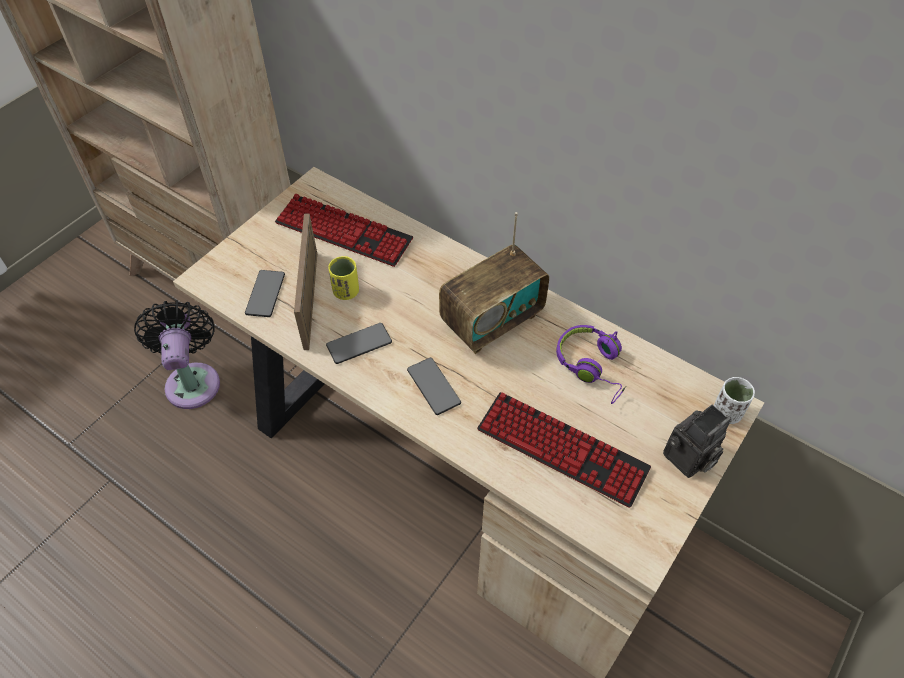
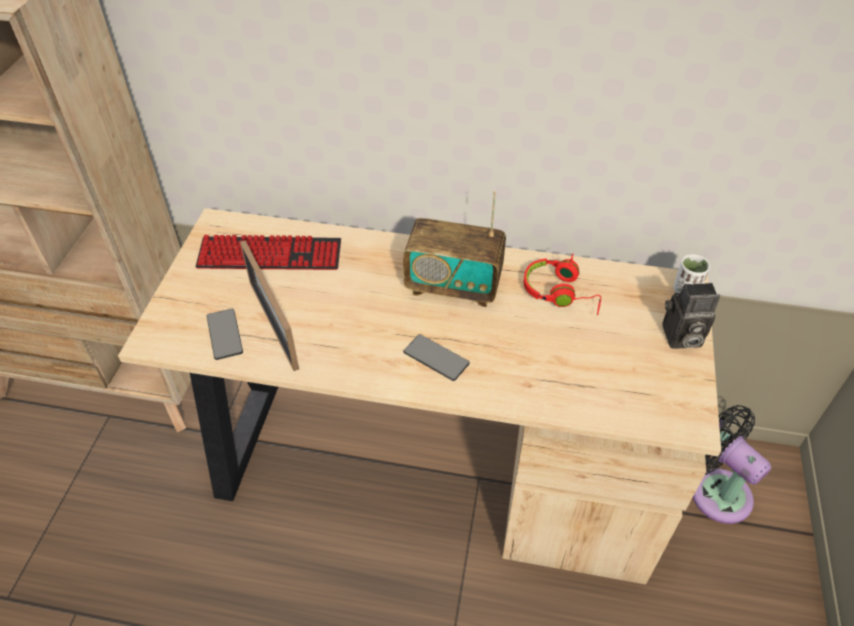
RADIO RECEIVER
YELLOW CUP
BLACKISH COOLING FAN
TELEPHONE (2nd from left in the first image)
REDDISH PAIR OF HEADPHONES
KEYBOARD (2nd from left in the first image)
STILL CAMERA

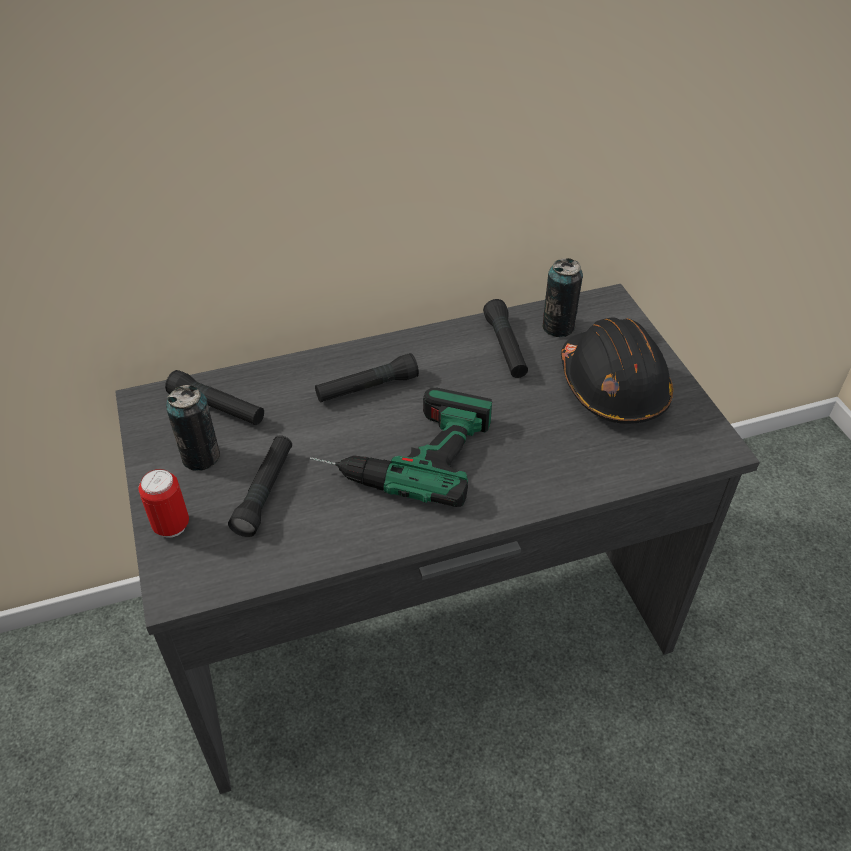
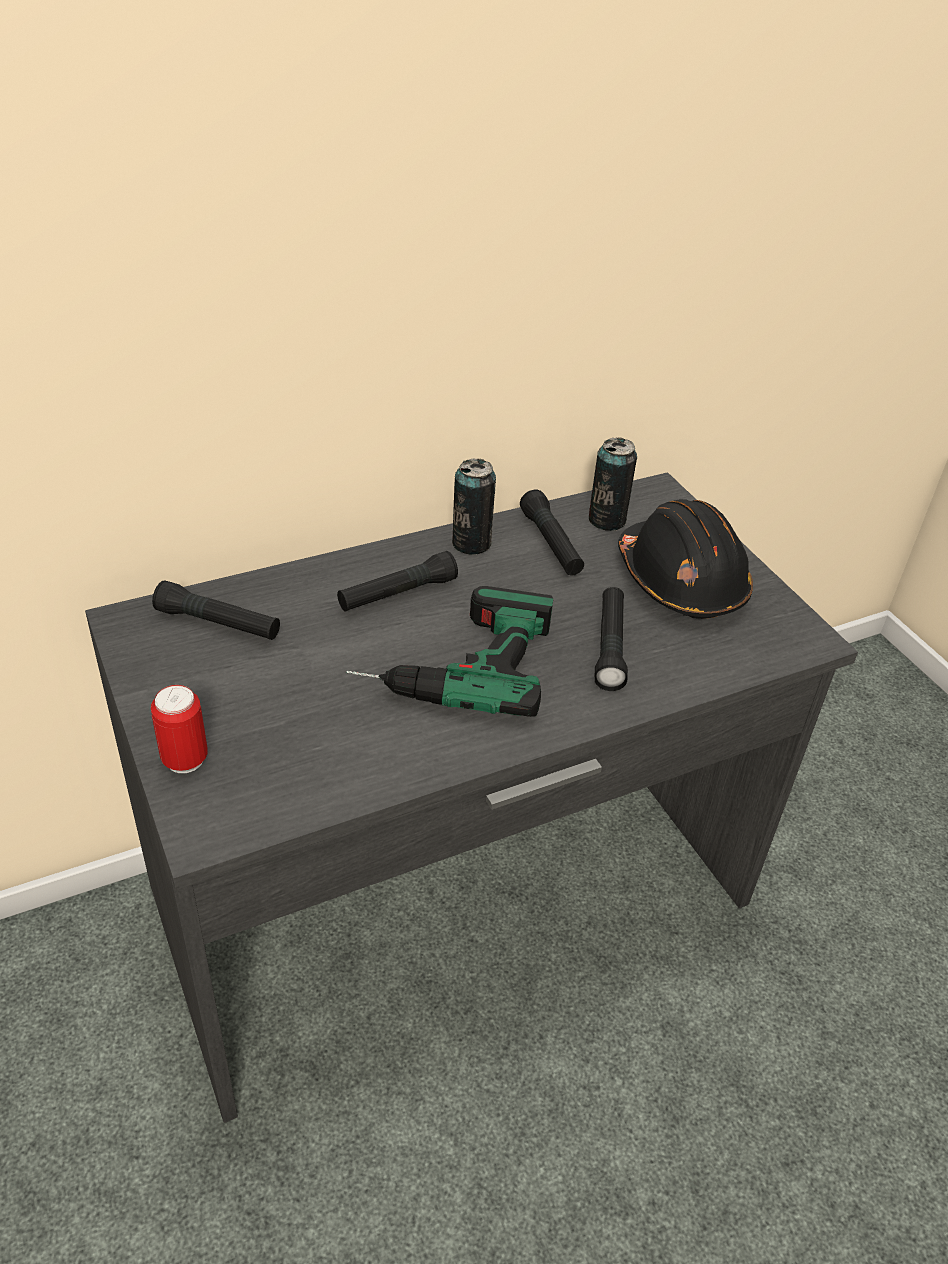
METAL CAN (2nd from left)
BLACKISH TORCH (4th from left)

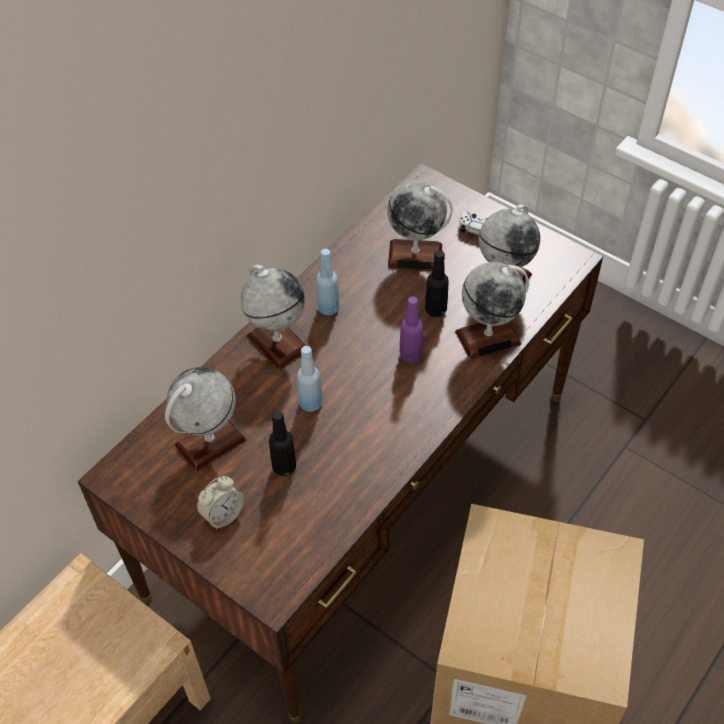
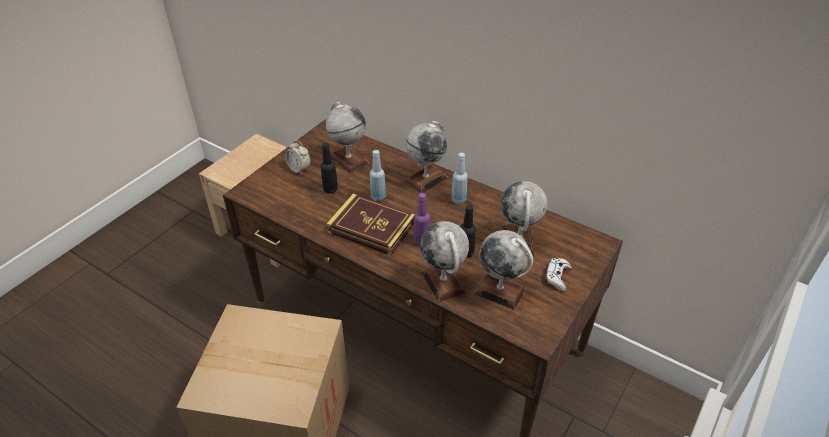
BOOK

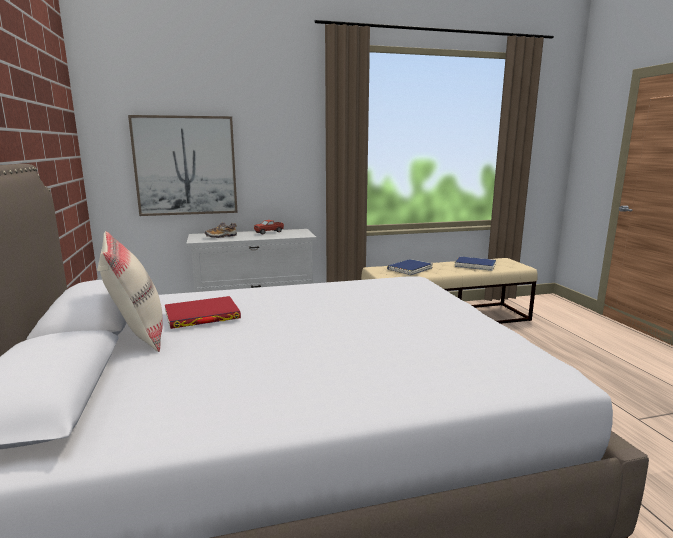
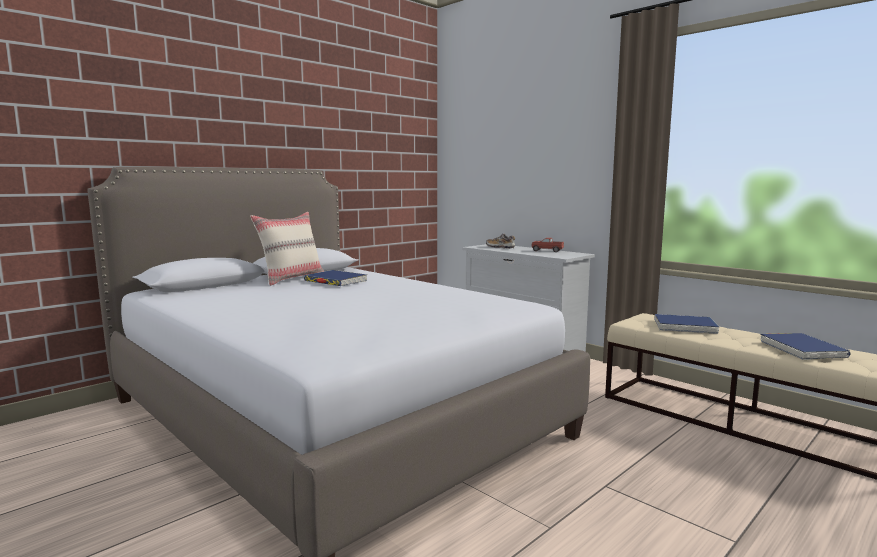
WALL ART
BLUE-COLOURED BOOK (1st from left)

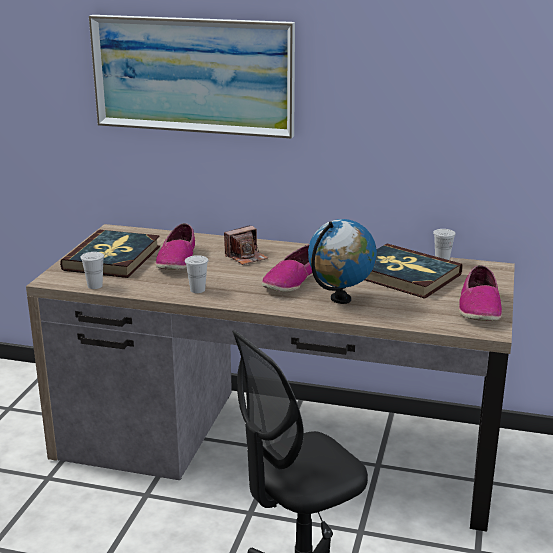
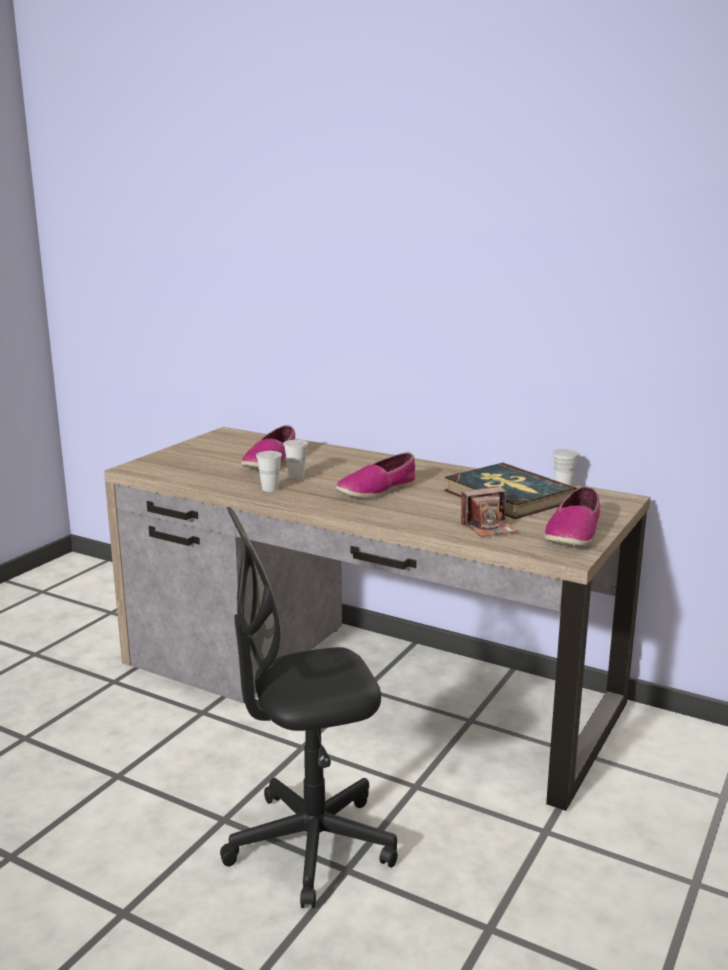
WALL ART
DESK GLOBE
STILL CAMERA
BOOK (1st from left in the first image)
WHITE-COLOURED CUP (2nd from left)

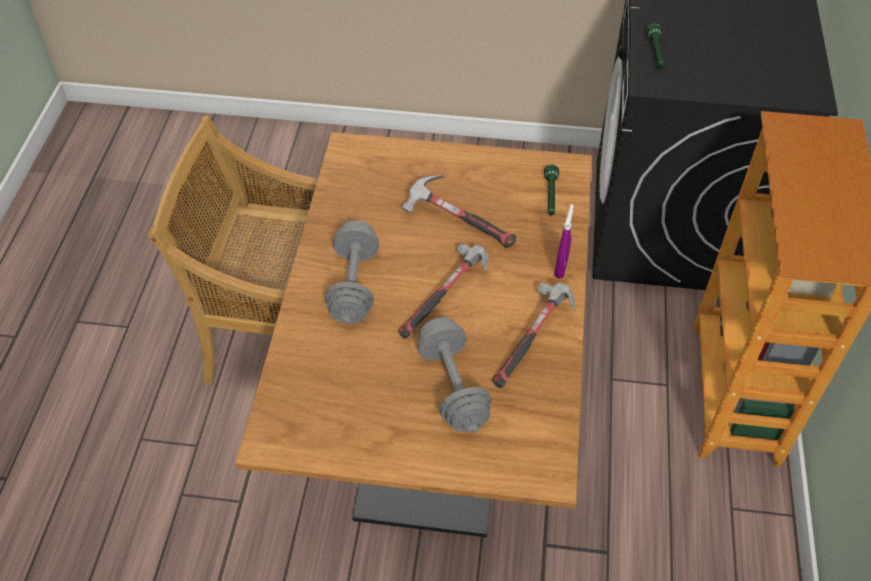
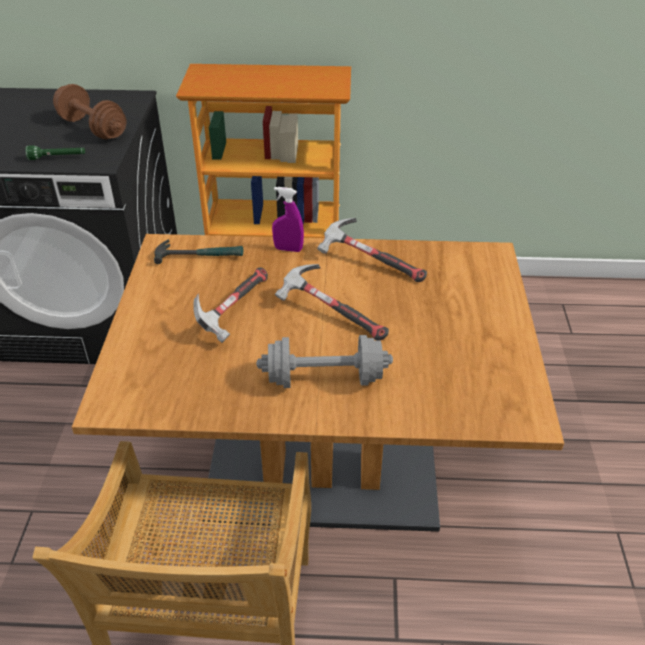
HAMMER (1st from left)
GREYISH HAND WEIGHT (2nd from left in the first image)
BROWN HAND WEIGHT

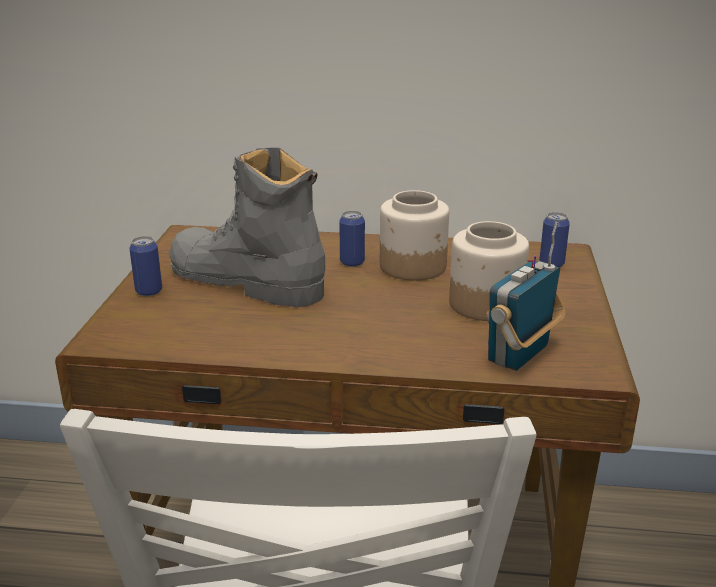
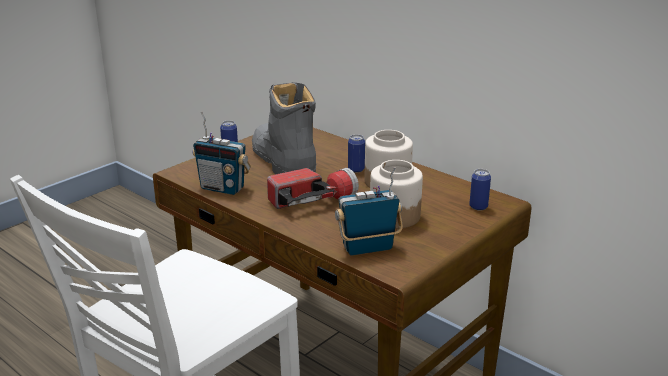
RADIO RECEIVER (1st from left)
TORCH

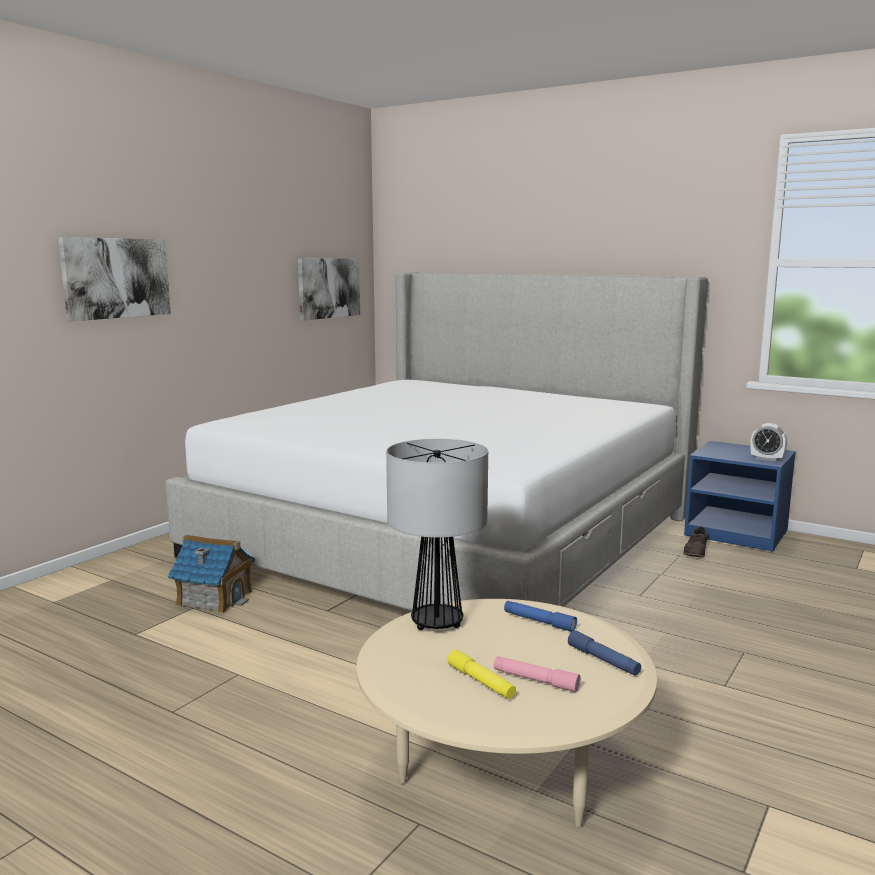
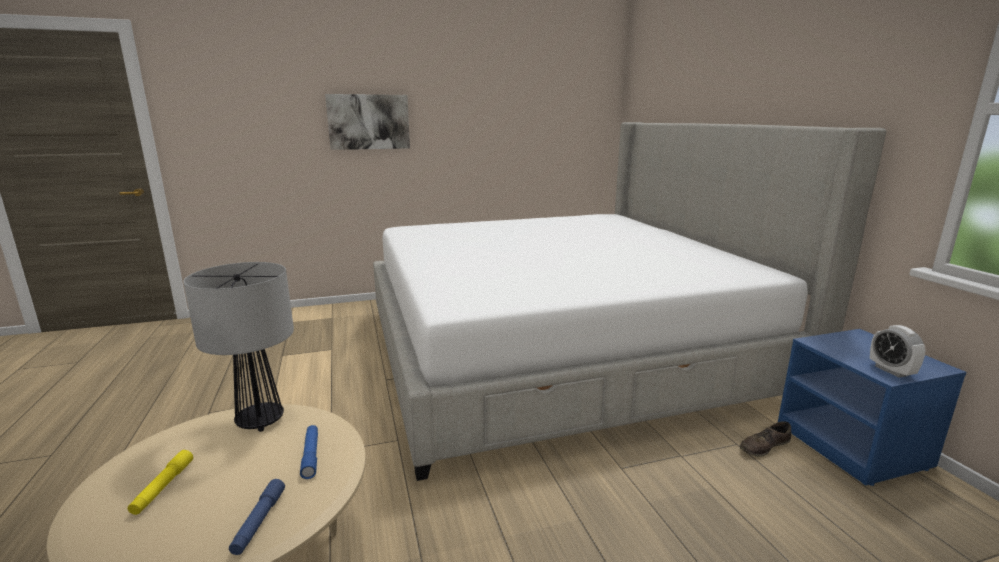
WALL ART (2nd from left in the first image)
MINIATURE HOUSE
PINK TORCH

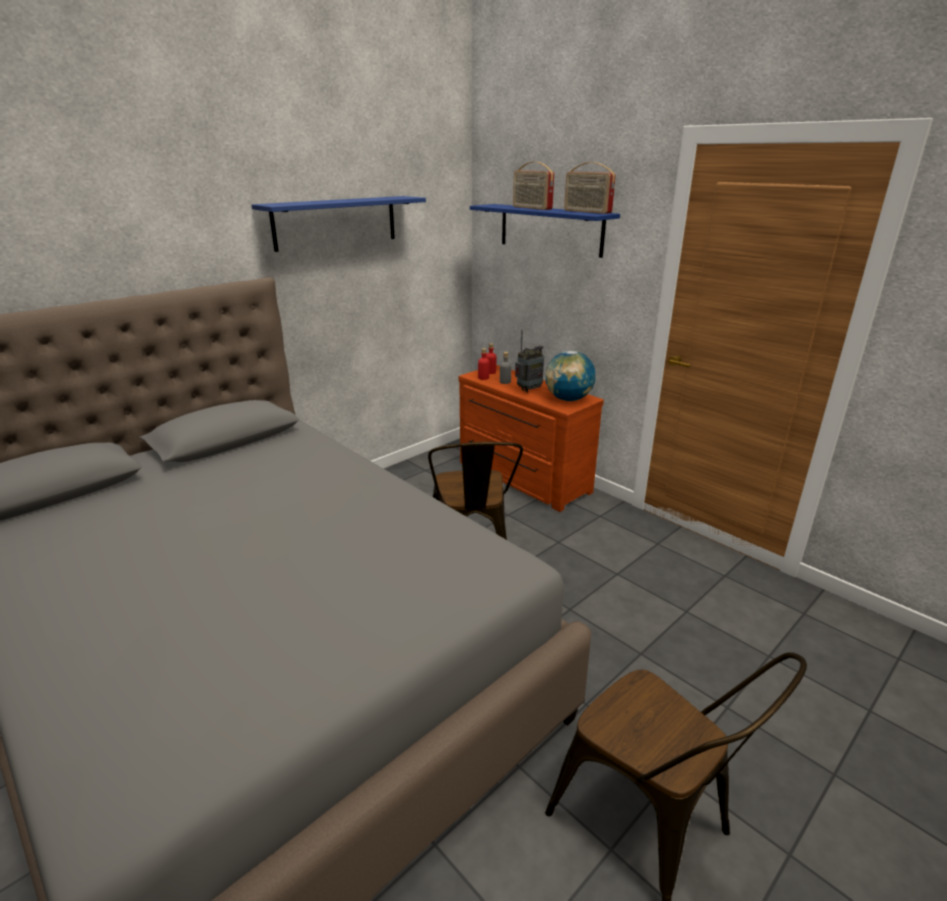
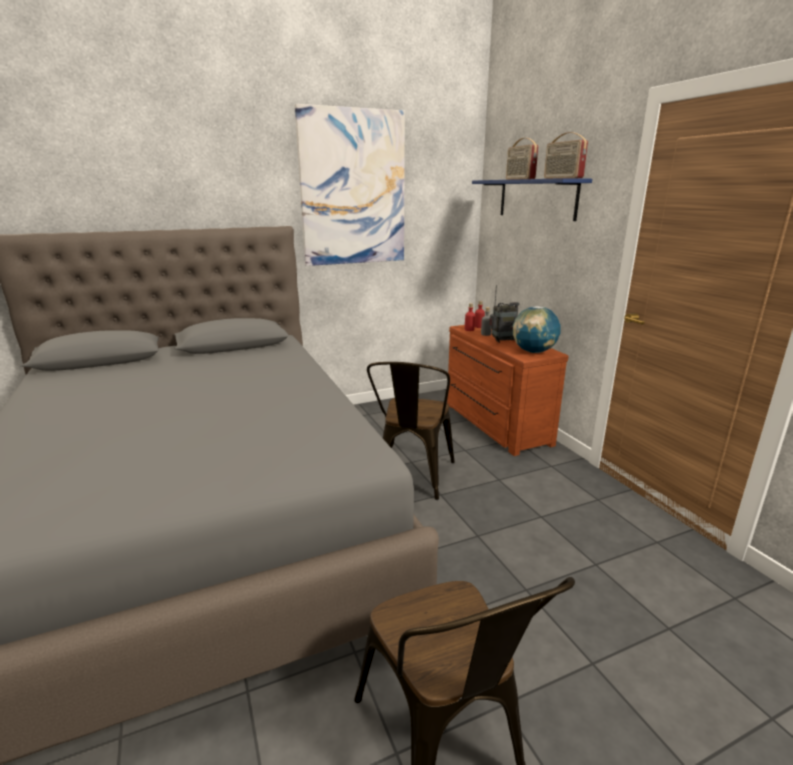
WALL ART

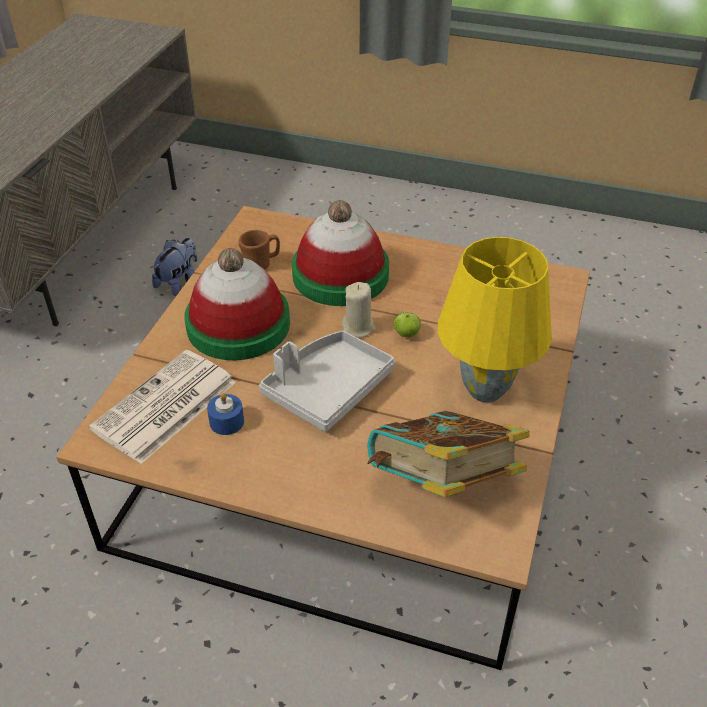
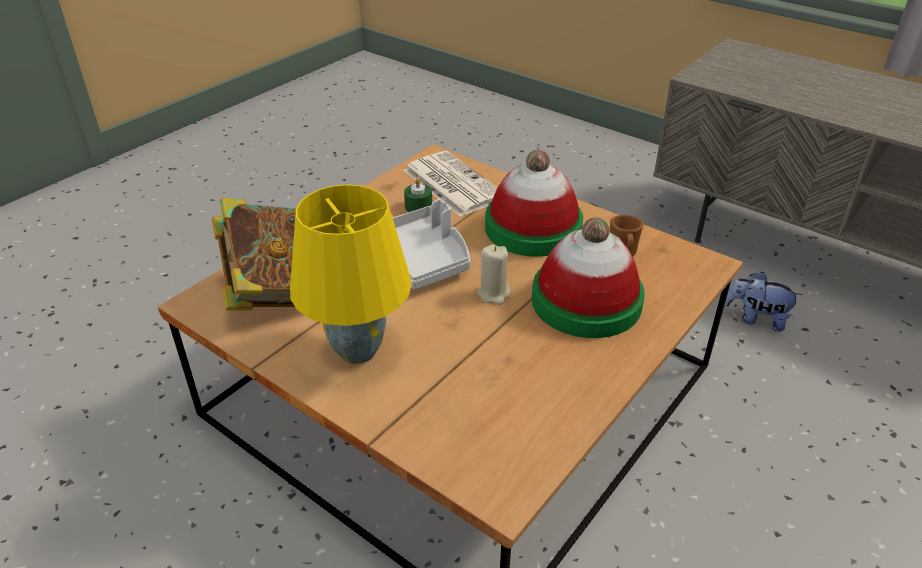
PLUSH TOY
APPLE
GREEN WAX LIGHT

